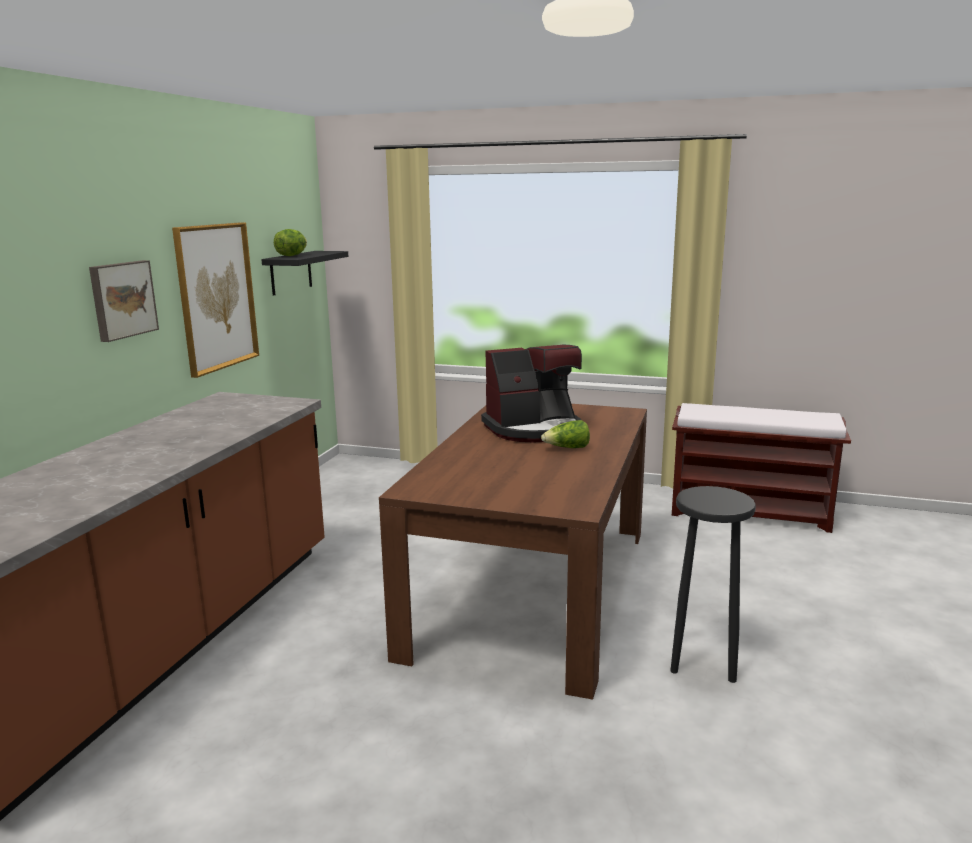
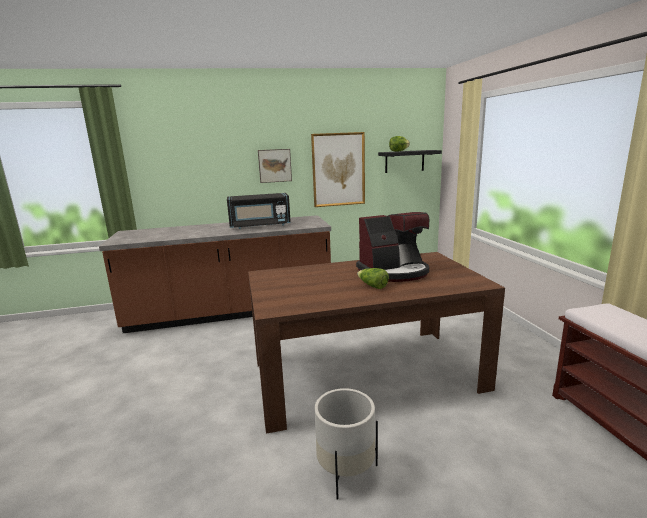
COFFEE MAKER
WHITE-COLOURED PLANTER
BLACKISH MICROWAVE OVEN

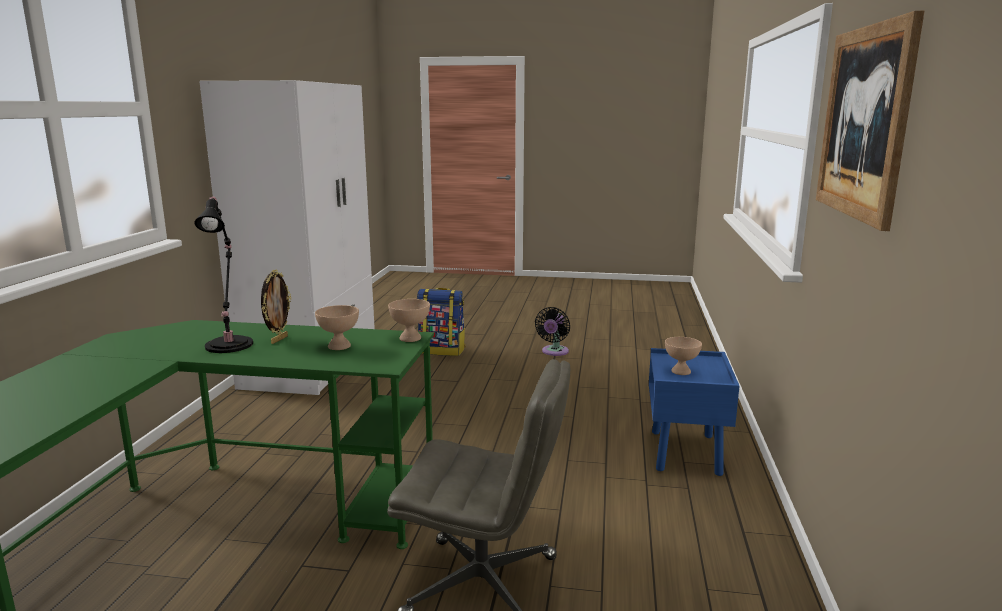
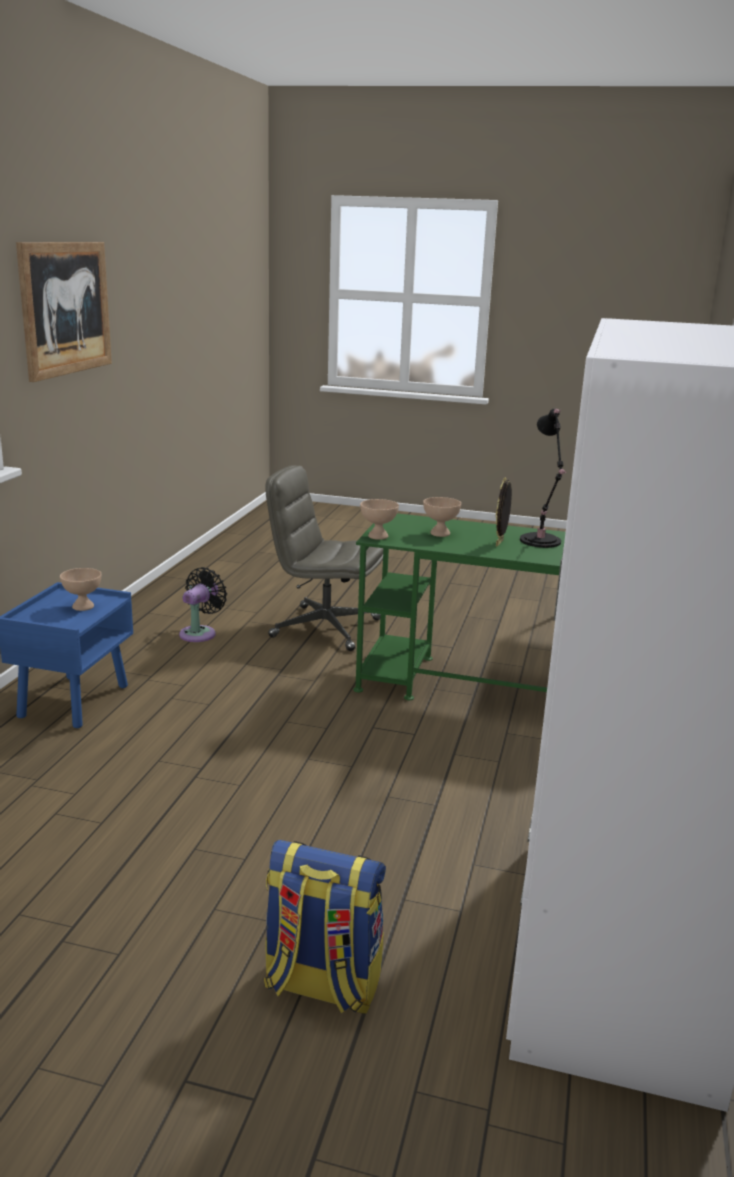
BLACKISH COOLING FAN

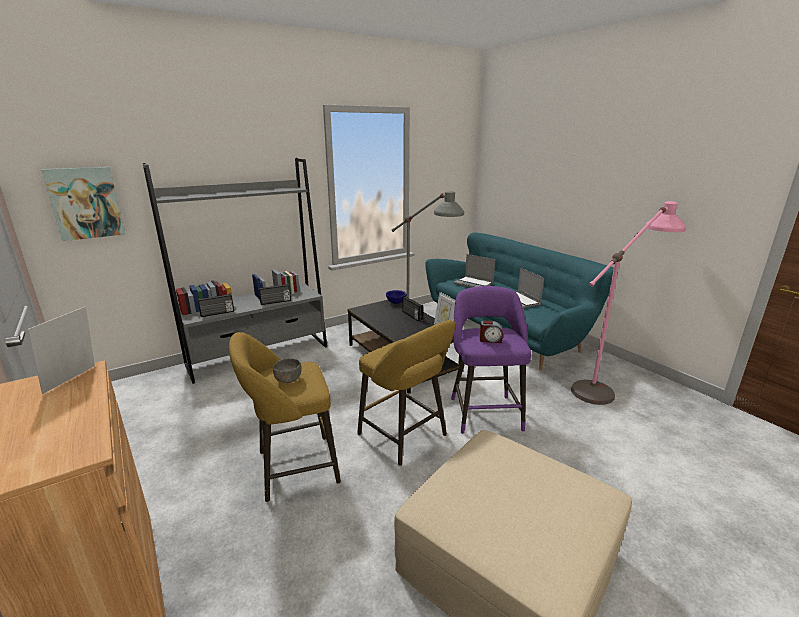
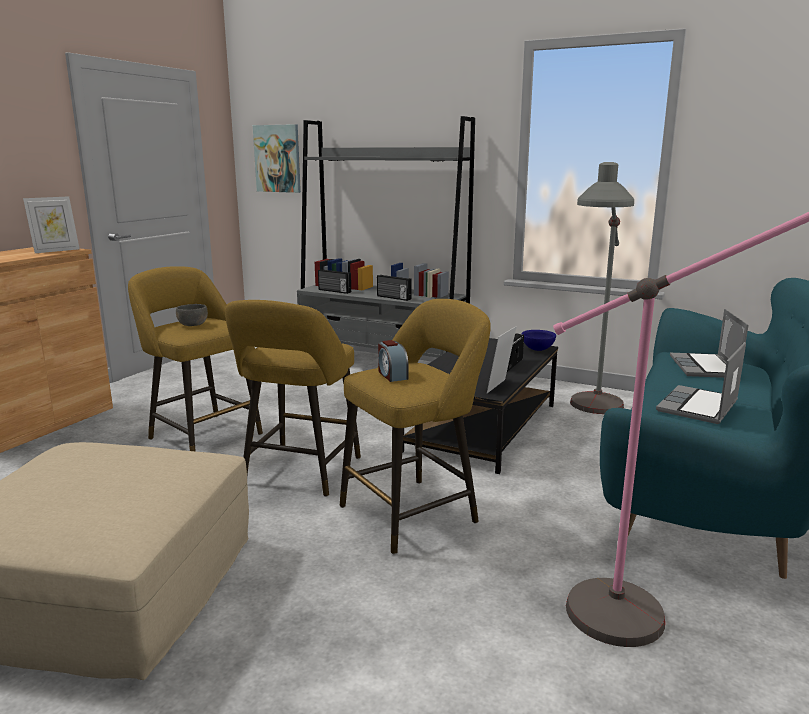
YELLOW STOOL (3rd from left)
PHOTO FRAME (1st from left)

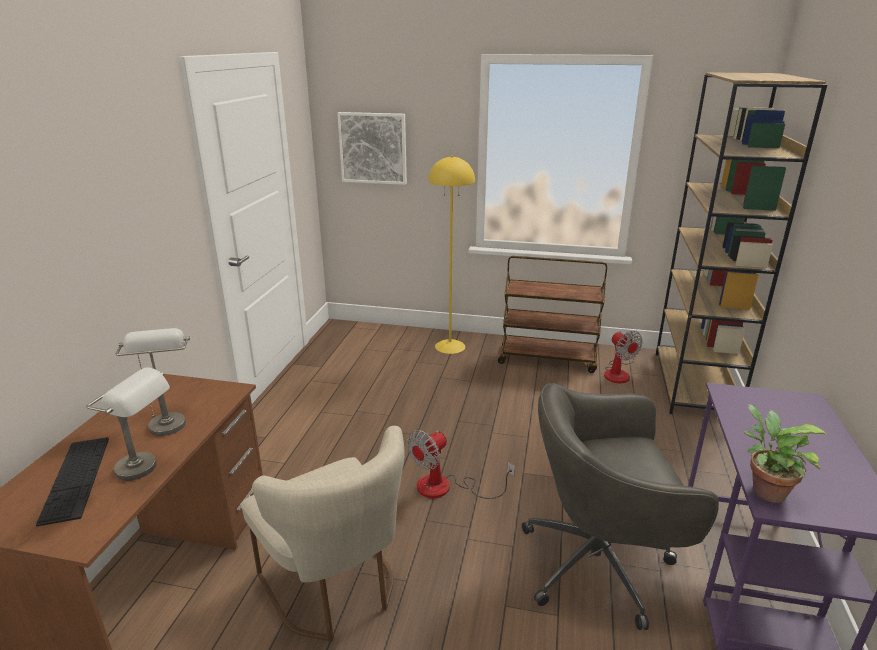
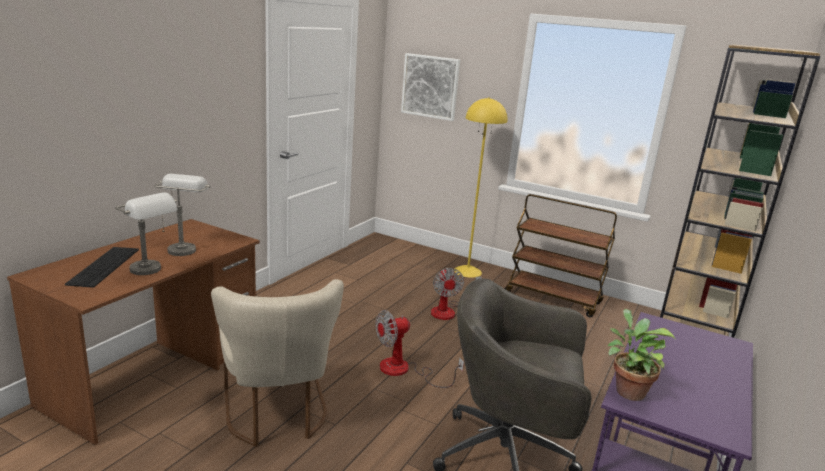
COOLING FAN (2nd from left)

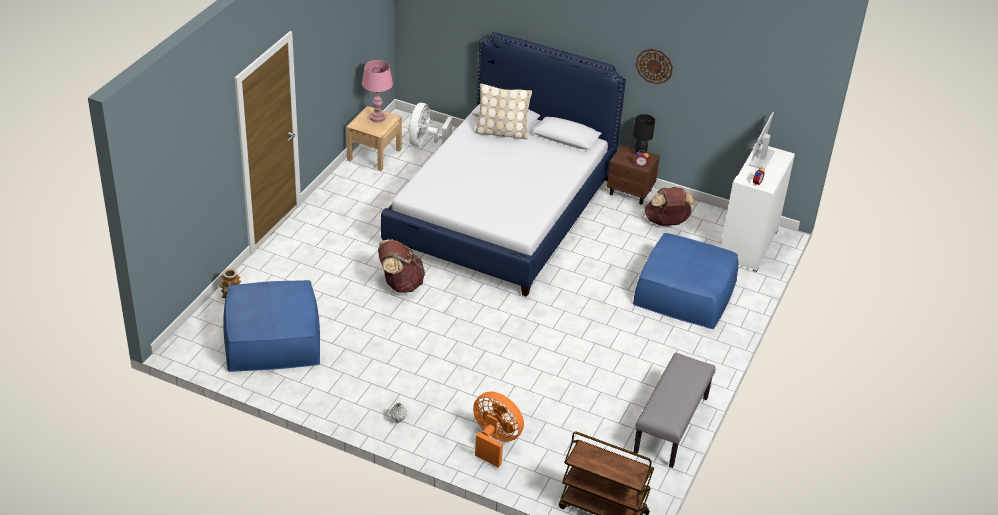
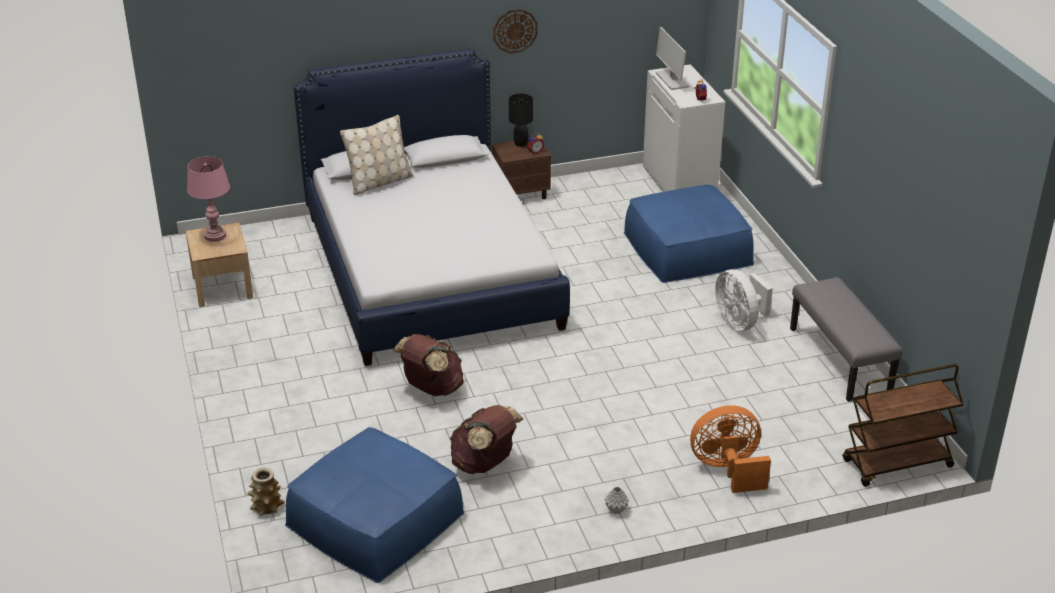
WHITE-COLOURED COOLING FAN
BROWN KNAPSACK (2nd from left)

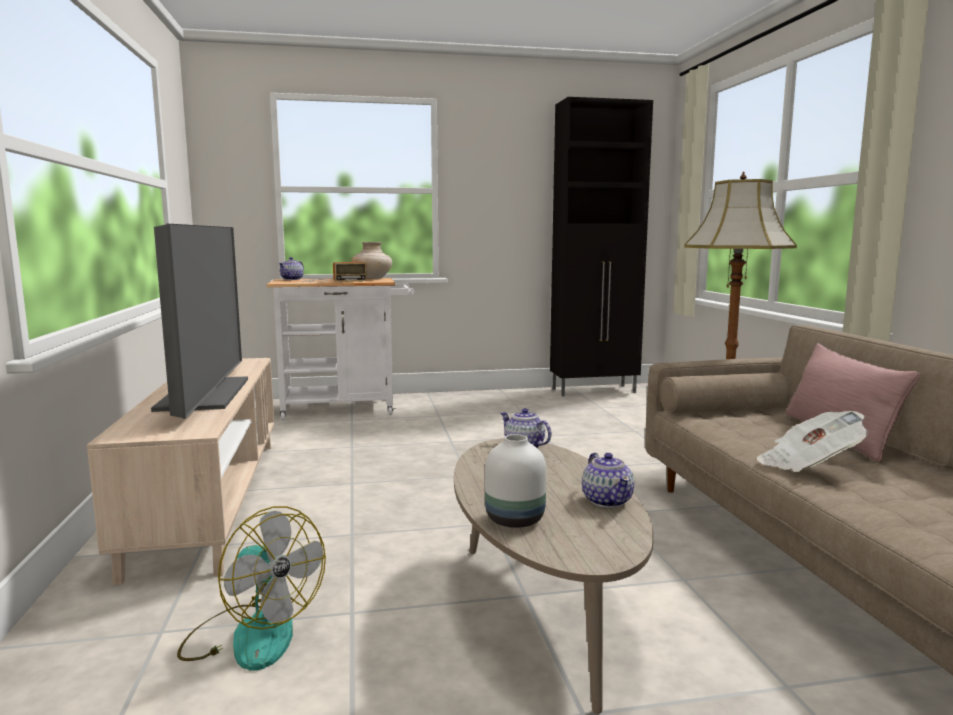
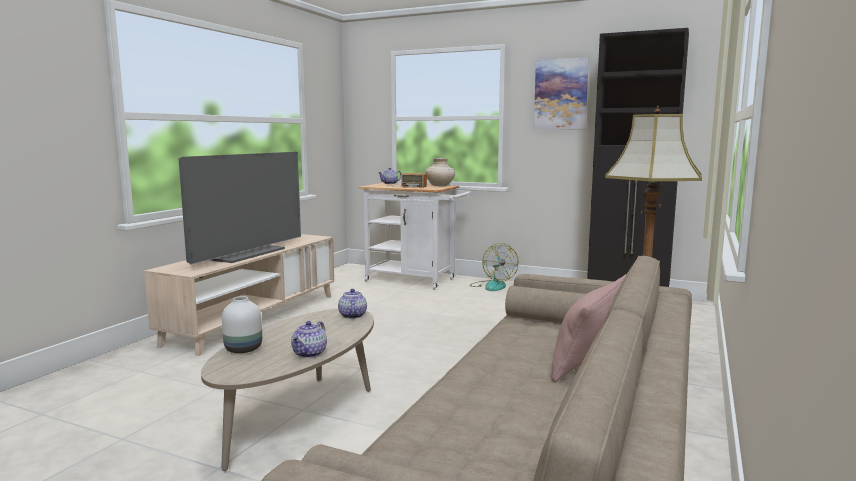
NEWSPAPER
COOLING FAN
WALL ART

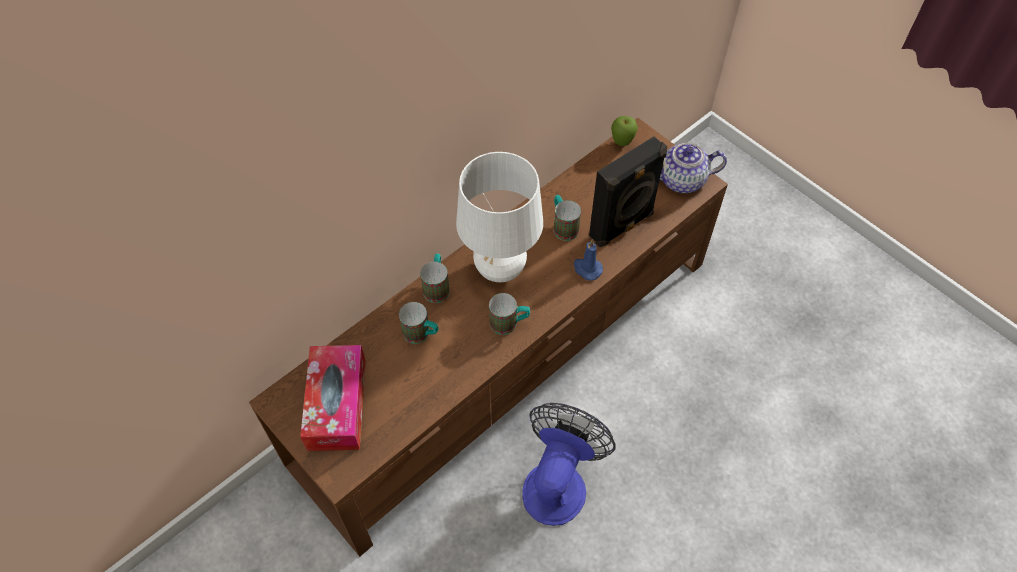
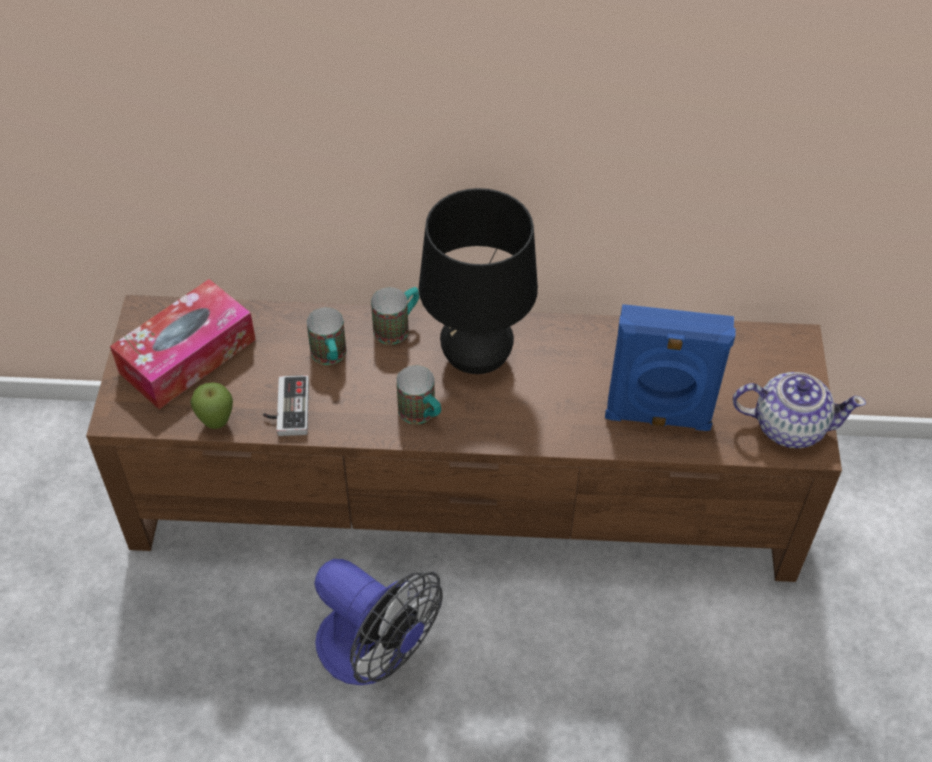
APPLE
BLUE-COLOURED LOUDSPEAKER
TEAPOT
BLACKISH TABLETOP LAMP
COFFEE MUG (4th from left in the first image)
BLUE-COLOURED WAX LIGHT
COOLING FAN
GAME CONTROLLER

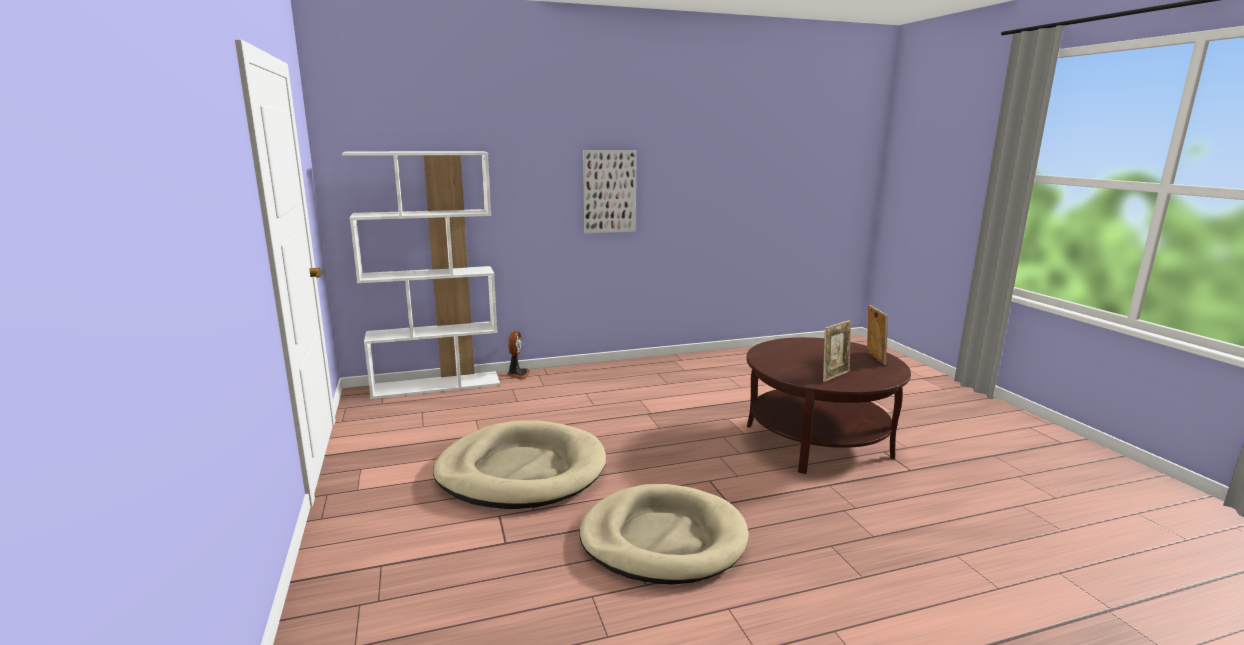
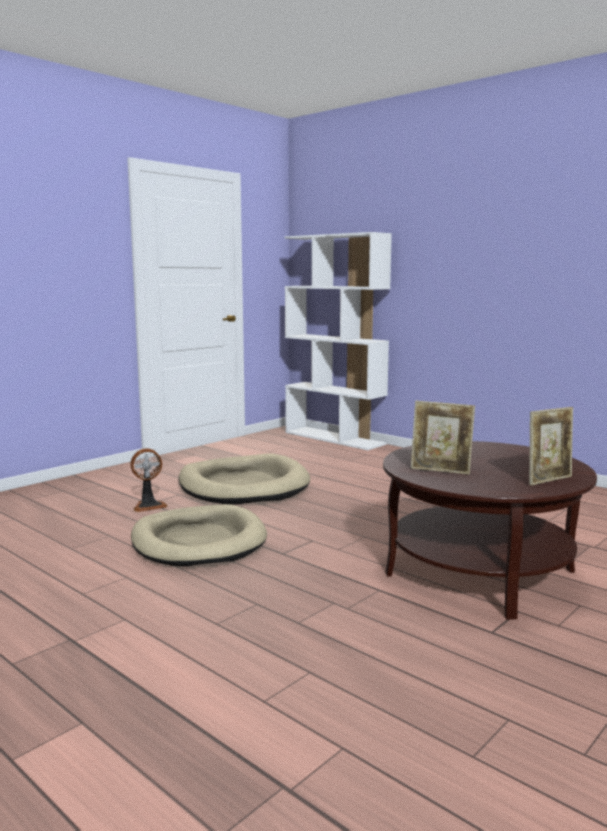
WALL ART
COOLING FAN

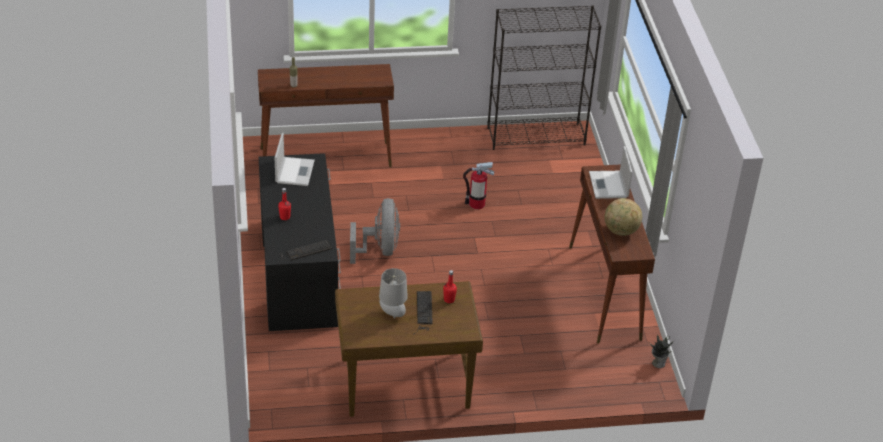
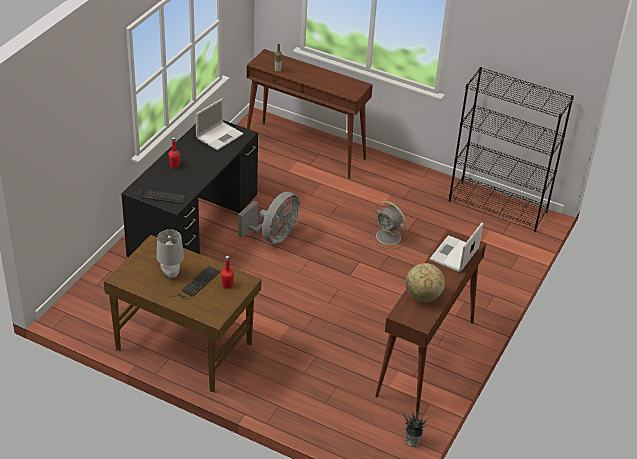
GREYISH COOLING FAN (2nd from left)

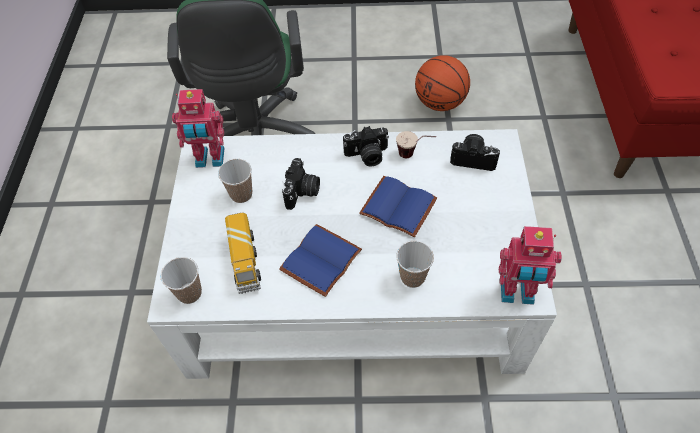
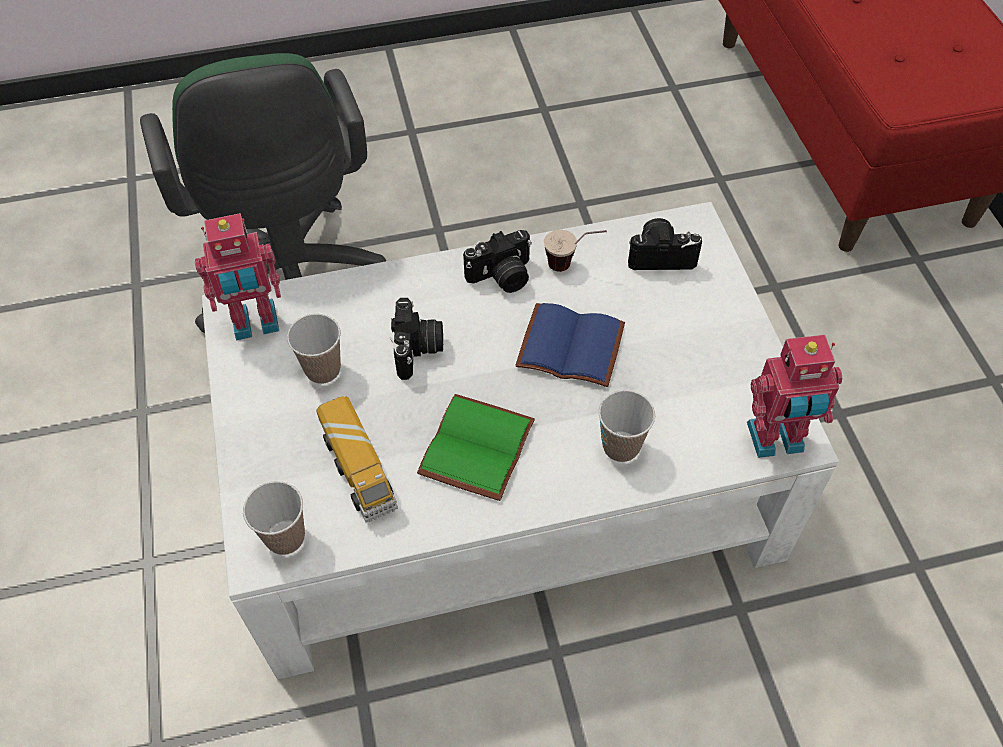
BASKETBALL
GREEN BOOK

